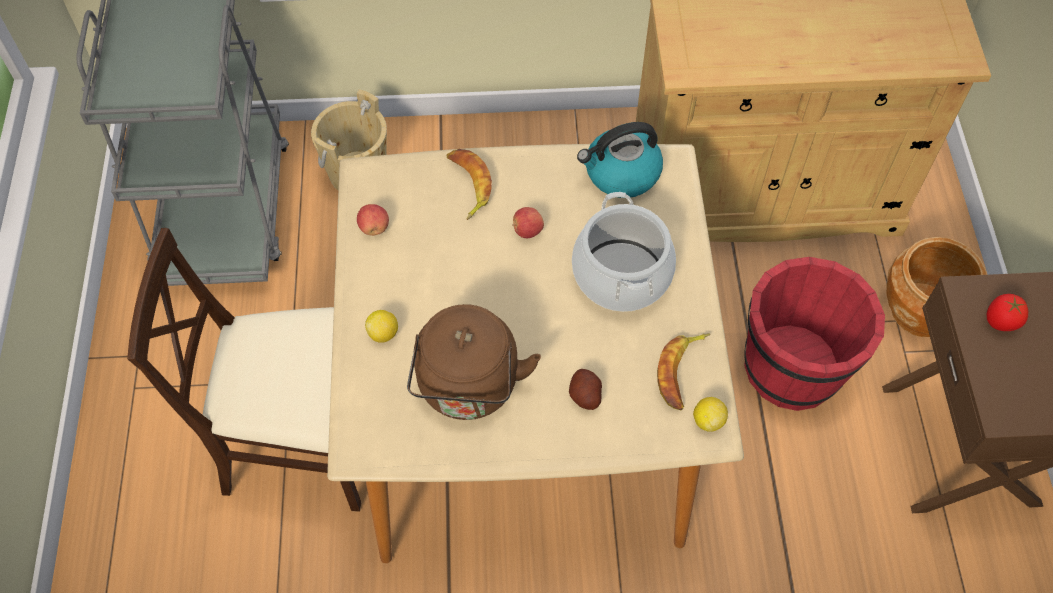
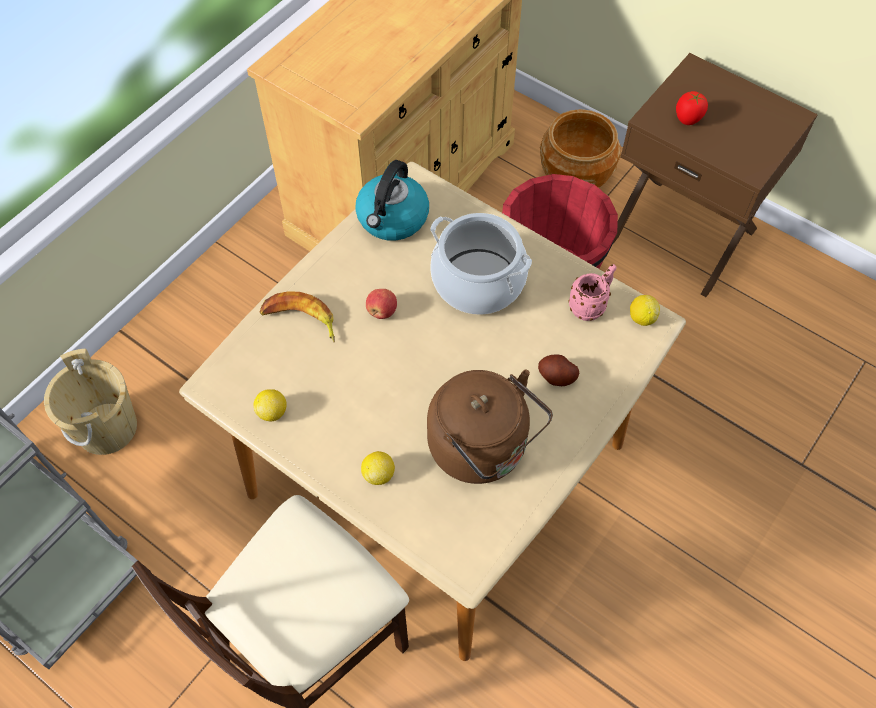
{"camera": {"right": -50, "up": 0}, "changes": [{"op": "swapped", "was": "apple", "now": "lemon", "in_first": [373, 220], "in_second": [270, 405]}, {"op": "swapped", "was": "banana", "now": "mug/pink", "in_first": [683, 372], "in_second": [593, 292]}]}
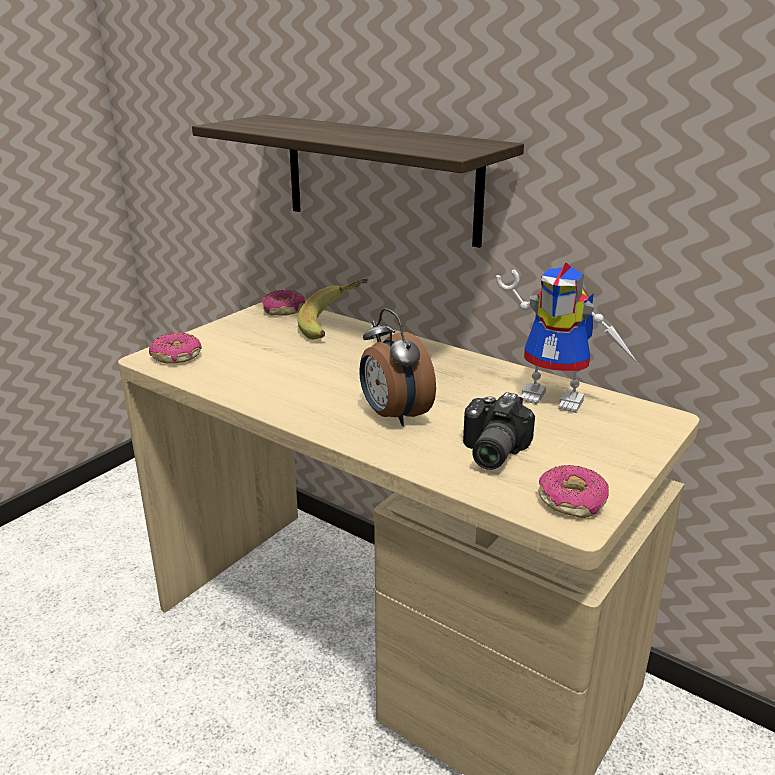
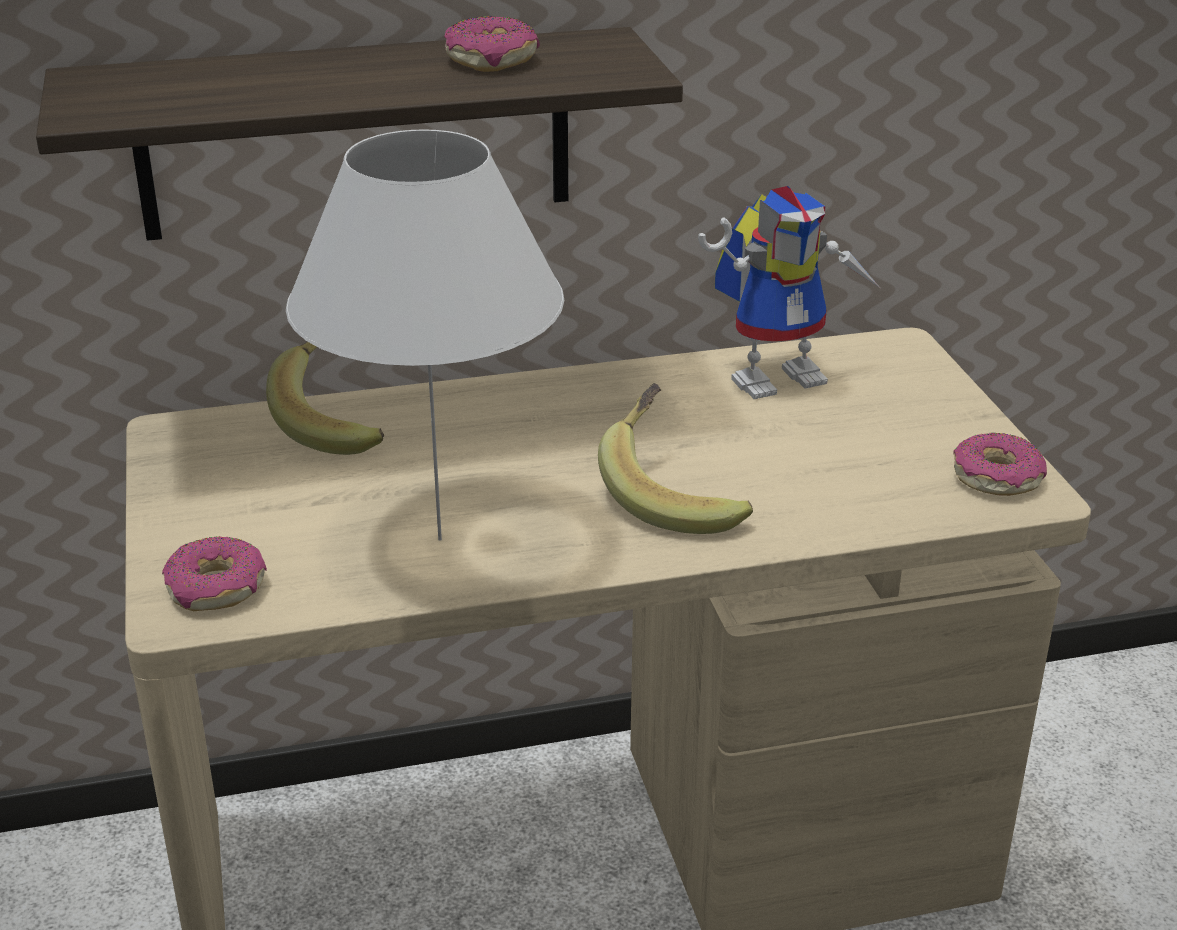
{"camera": {"right": -50, "up": 5}, "changes": [{"op": "new", "now": "table lamp/white", "in_second": [425, 335]}, {"op": "shifted", "was": "donut", "in_first": [283, 303], "in_second": [492, 44]}, {"op": "swapped", "was": "alarm clock", "now": "banana", "in_first": [397, 367], "in_second": [675, 458]}, {"op": "gone", "was": "photo camera", "in_first": [499, 431]}]}
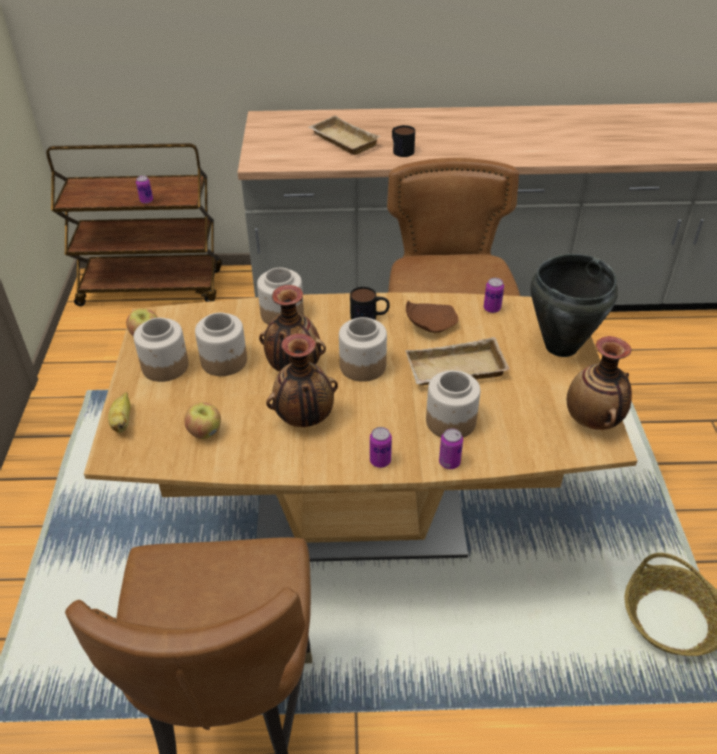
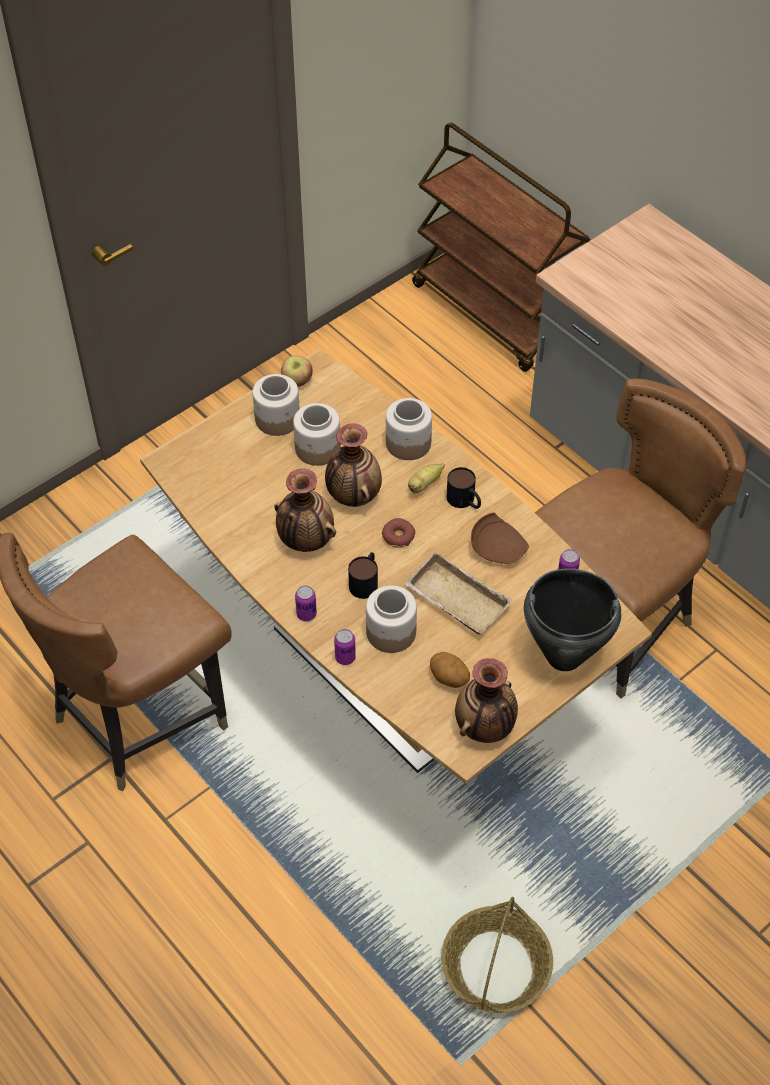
{"camera": {"right": 50, "up": 10}, "changes": [{"op": "shifted", "was": "mug", "in_first": [403, 141], "in_second": [363, 575]}, {"op": "swapped", "was": "jar", "now": "donut", "in_first": [363, 349], "in_second": [398, 533]}, {"op": "shifted", "was": "banana", "in_first": [119, 412], "in_second": [426, 478]}, {"op": "new", "now": "potato", "in_second": [450, 670]}, {"op": "gone", "was": "can", "in_first": [144, 190]}, {"op": "gone", "was": "apple", "in_first": [203, 420]}, {"op": "gone", "was": "tray/beige", "in_first": [344, 135]}]}
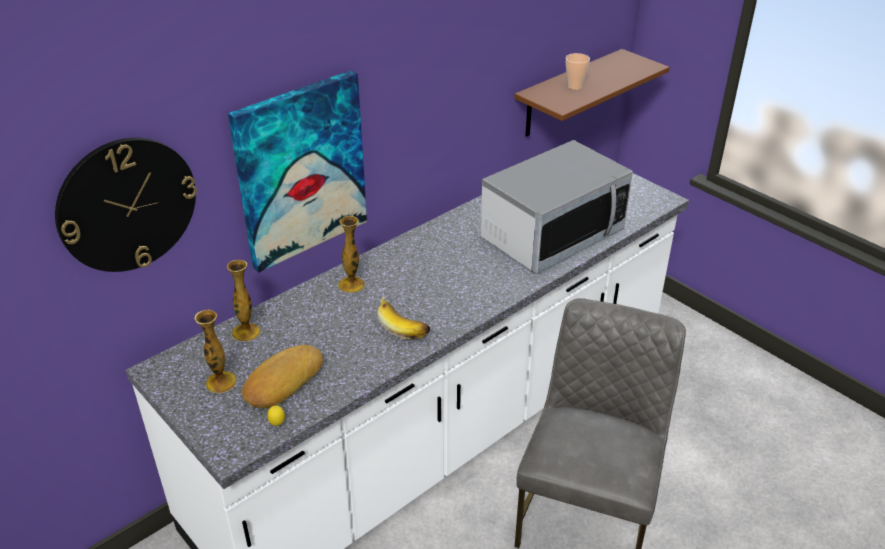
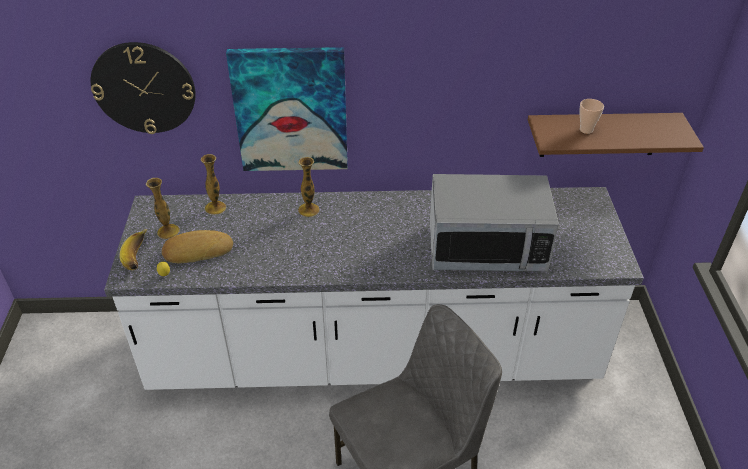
{"camera": {"right": 40, "up": 5}, "changes": [{"op": "shifted", "was": "banana", "in_first": [403, 318], "in_second": [133, 249]}]}
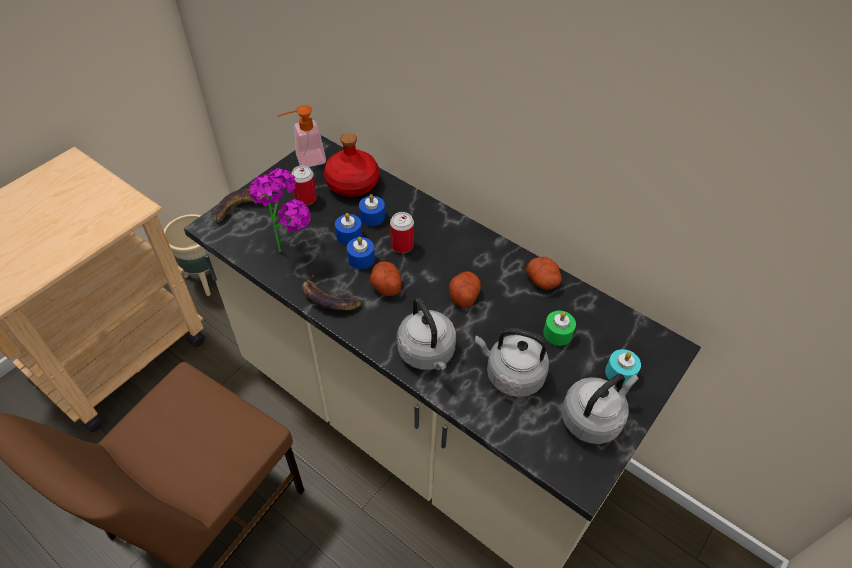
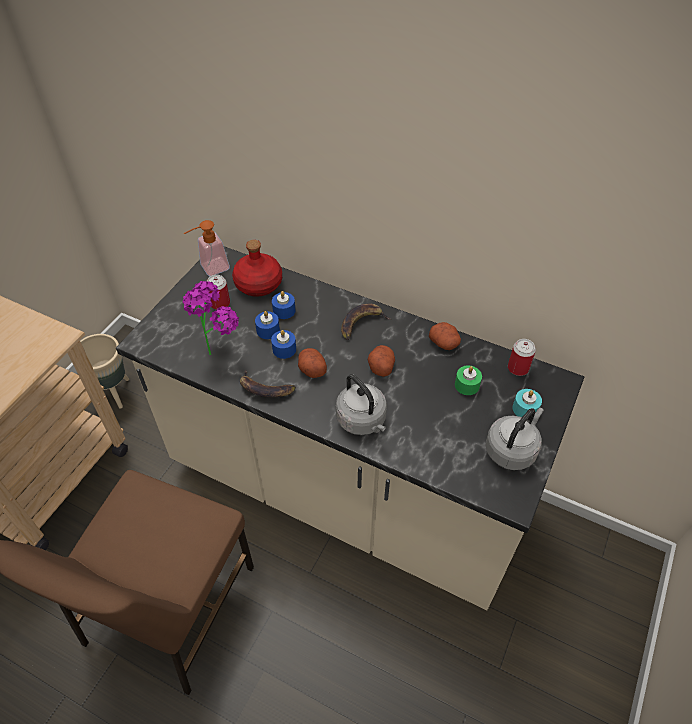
{"camera": {"right": -10, "up": 0}, "changes": [{"op": "shifted", "was": "banana", "in_first": [244, 206], "in_second": [366, 321]}, {"op": "shifted", "was": "can", "in_first": [402, 232], "in_second": [522, 357]}, {"op": "gone", "was": "kettle/grey", "in_first": [512, 362]}]}
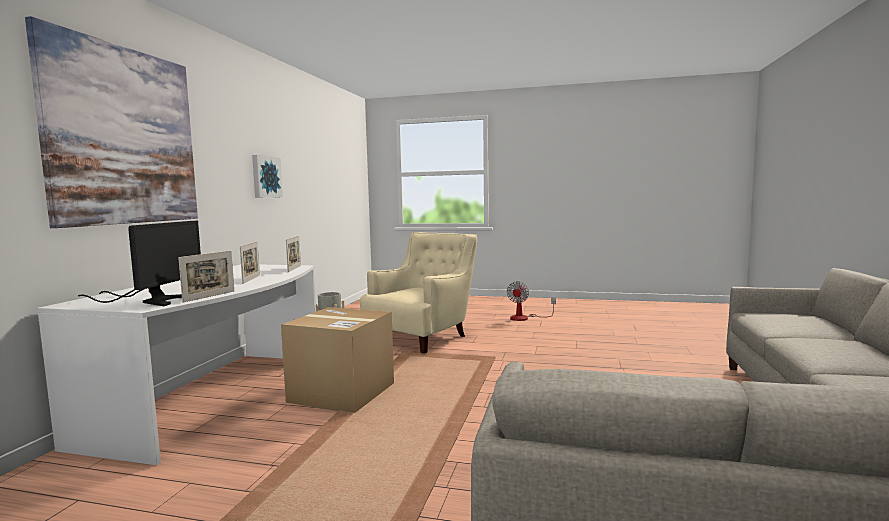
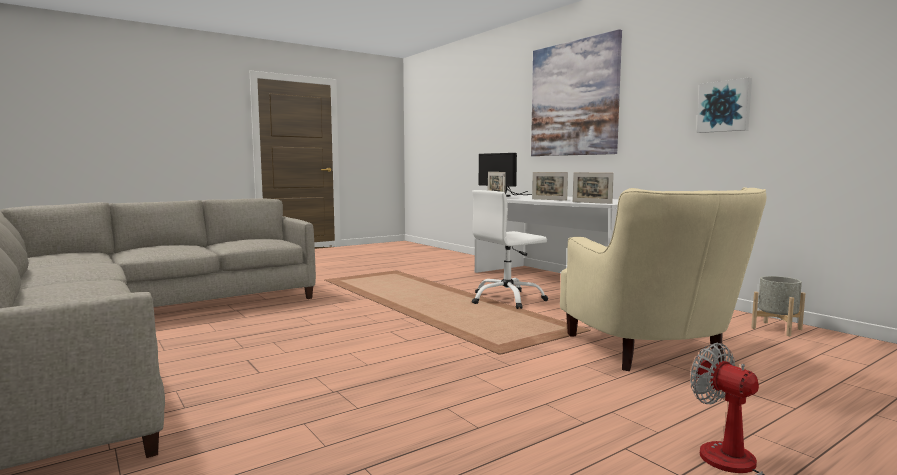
{"camera": {"right": 130, "up": 0}, "changes": [{"op": "swapped", "was": "cardboard box", "now": "office chair/white", "in_first": [337, 360], "in_second": [510, 249]}]}
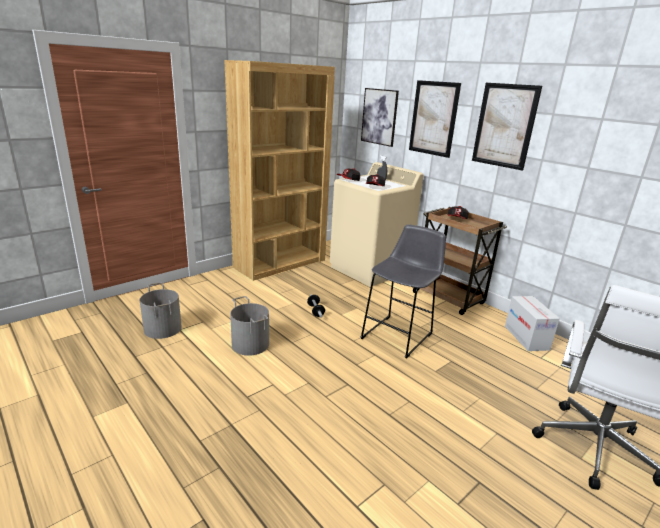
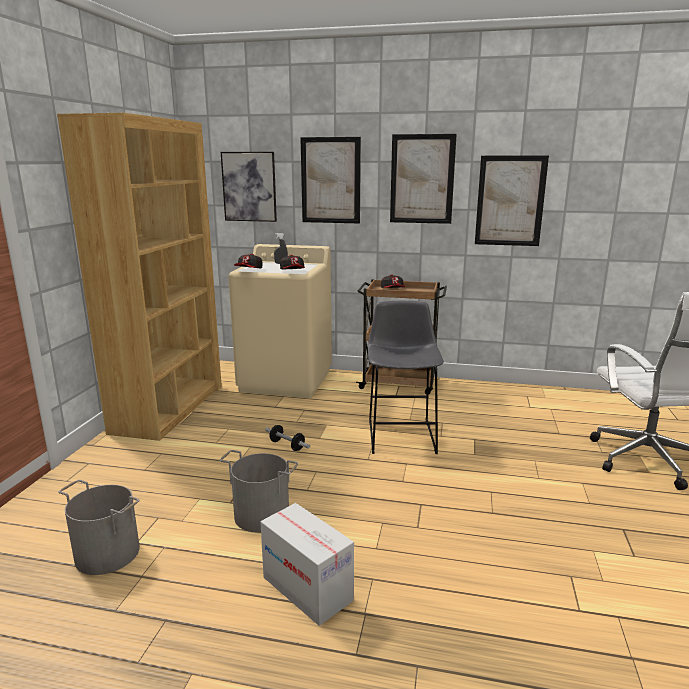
{"camera": {"right": -35, "up": -5}, "changes": [{"op": "shifted", "was": "cardboard box", "in_first": [532, 323], "in_second": [307, 564]}, {"op": "new", "now": "picture", "in_second": [512, 201]}]}
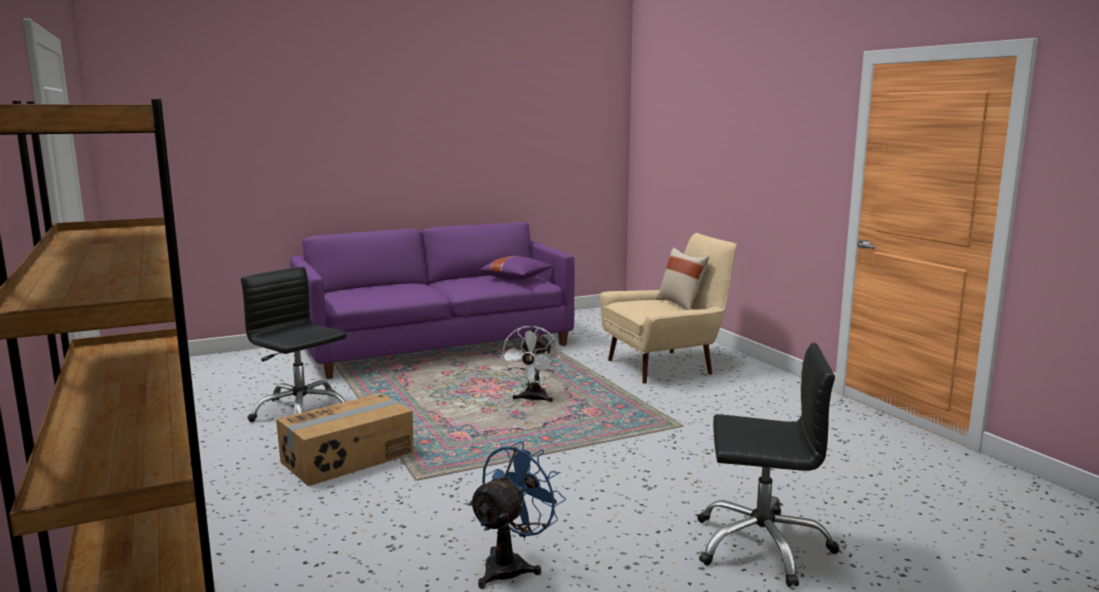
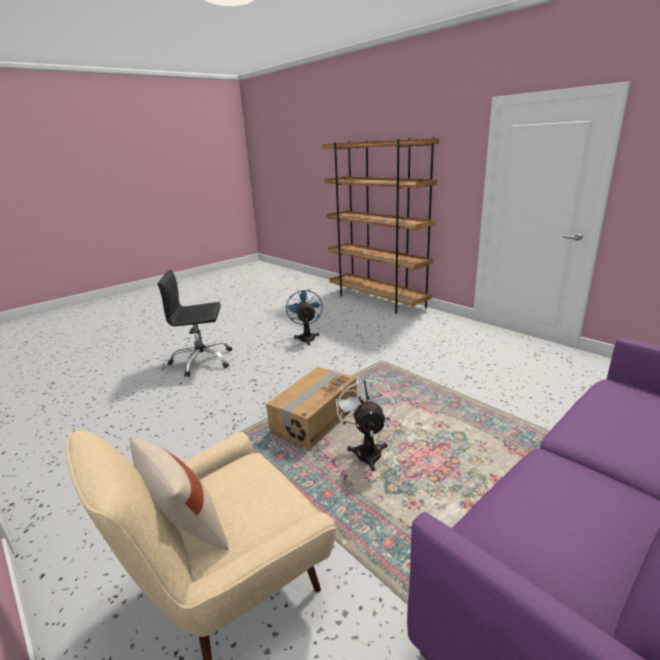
{"camera": {"right": 165, "up": 10}, "changes": [{"op": "shifted", "was": "cardboard box", "in_first": [344, 439], "in_second": [311, 408]}, {"op": "rotated", "was": "fan/blue", "in_first": [517, 515], "in_second": [304, 317], "clockwise": 150}, {"op": "gone", "was": "office chair/black", "in_first": [294, 344]}, {"op": "gone", "was": "pillow/purple", "in_first": [516, 268]}]}
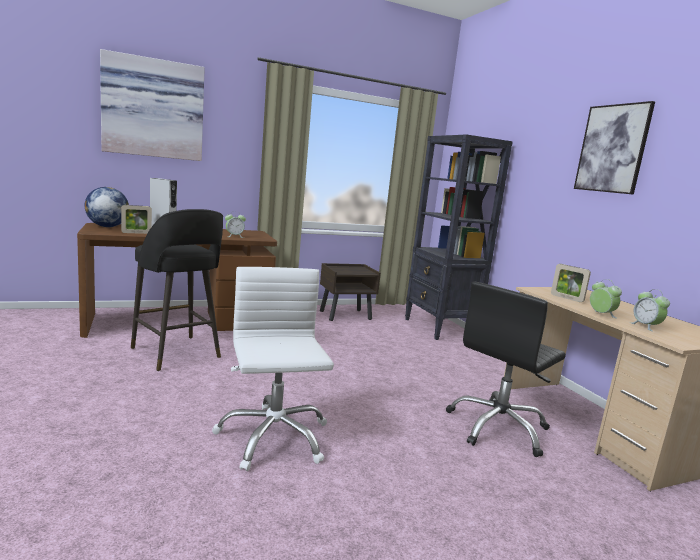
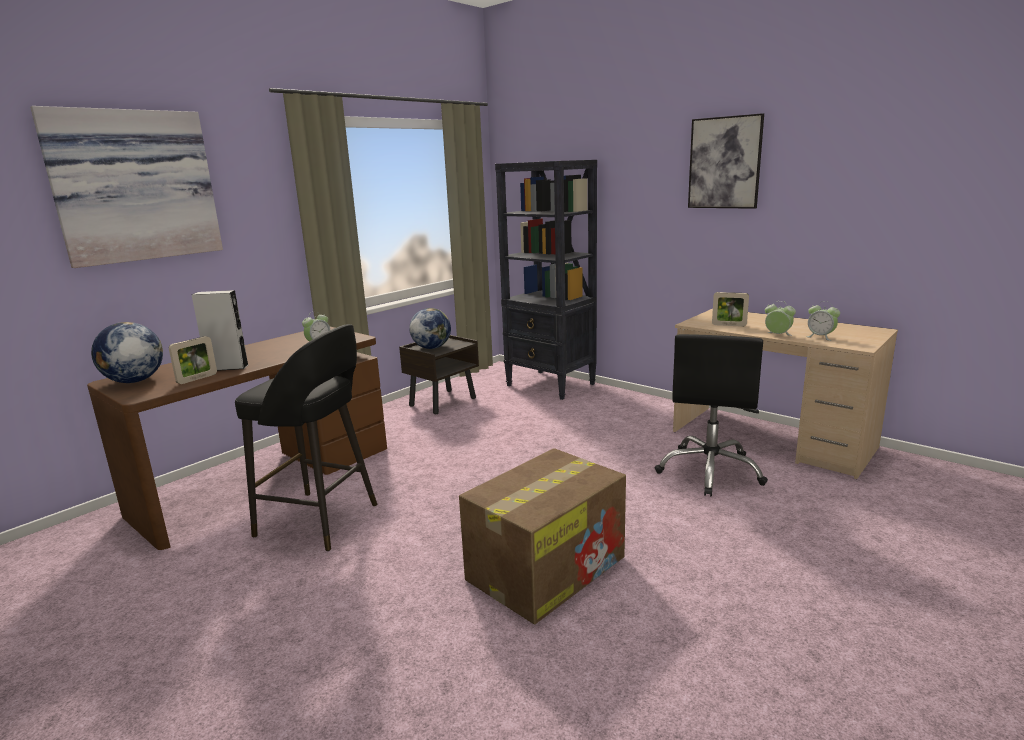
{"camera": {"right": -25, "up": 5}, "changes": [{"op": "new", "now": "globe", "in_second": [430, 328]}, {"op": "swapped", "was": "office chair/white", "now": "cardboard box", "in_first": [273, 369], "in_second": [542, 536]}]}
